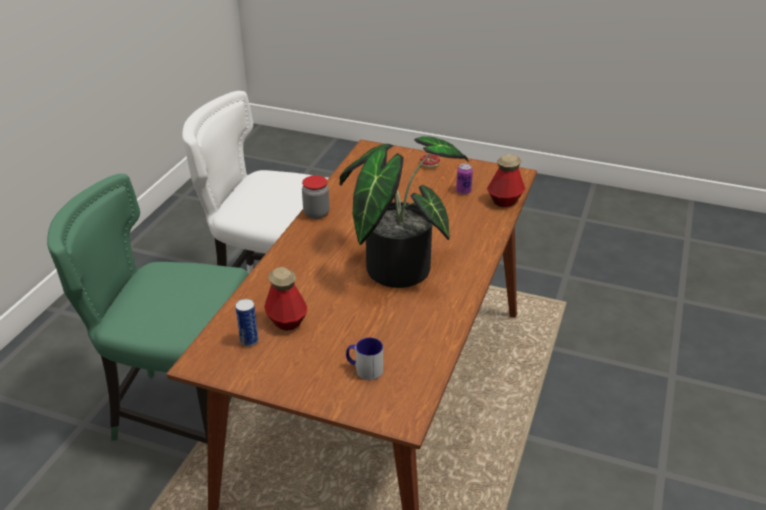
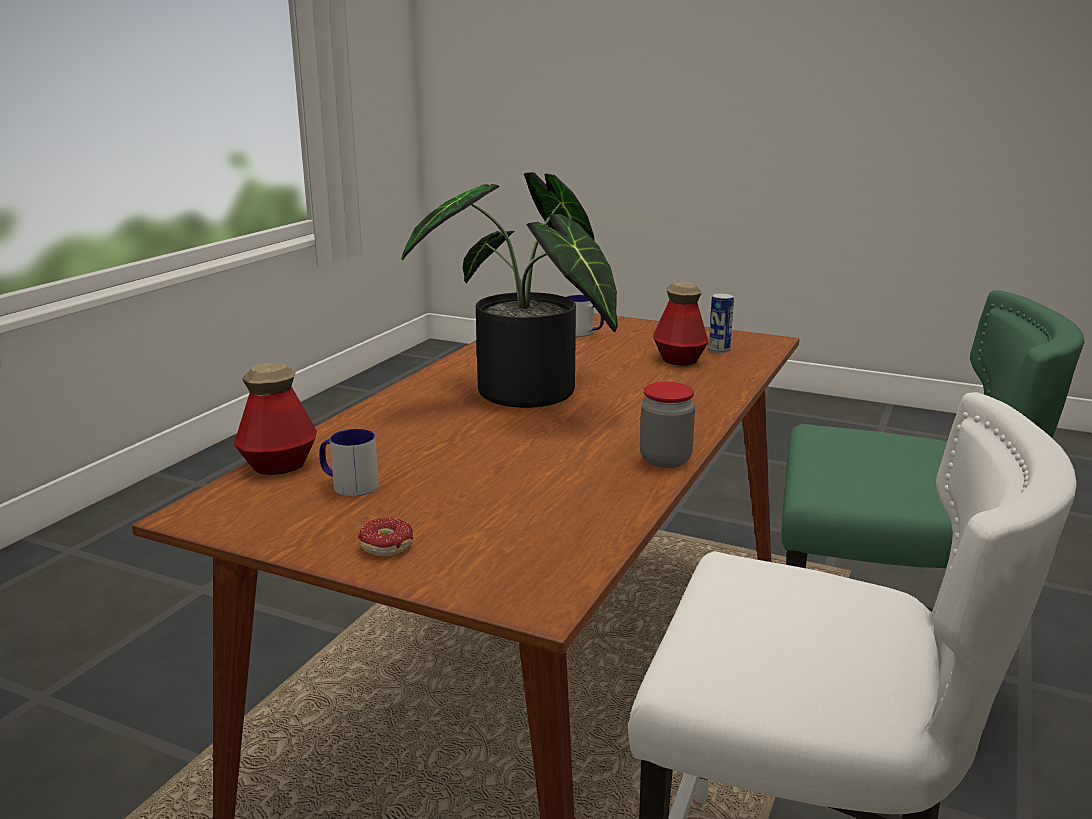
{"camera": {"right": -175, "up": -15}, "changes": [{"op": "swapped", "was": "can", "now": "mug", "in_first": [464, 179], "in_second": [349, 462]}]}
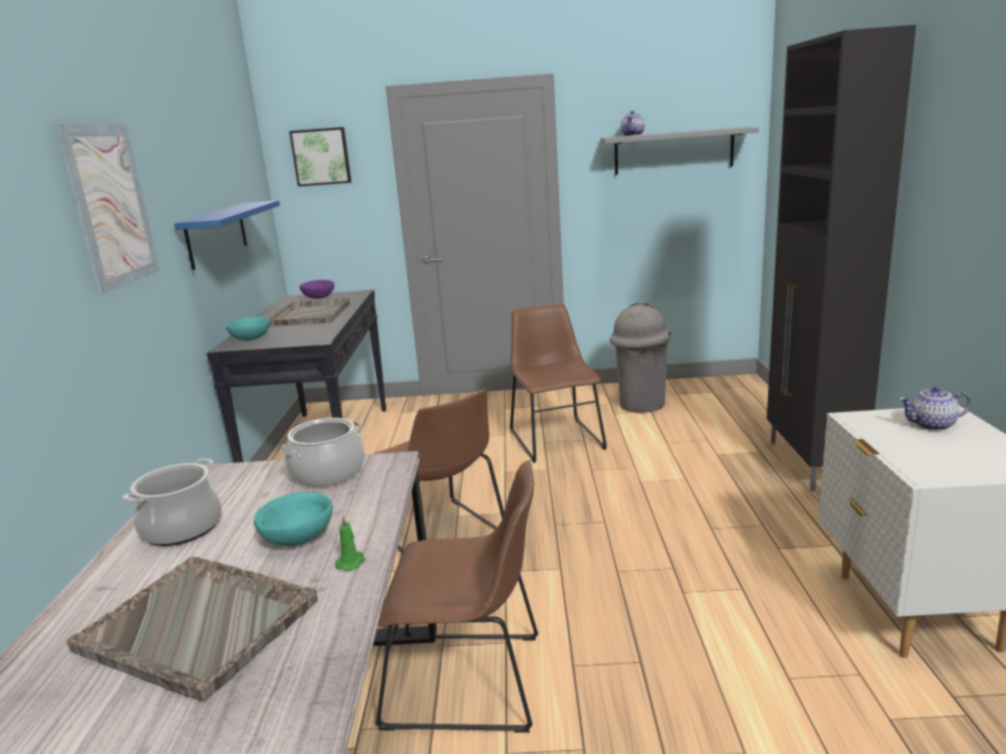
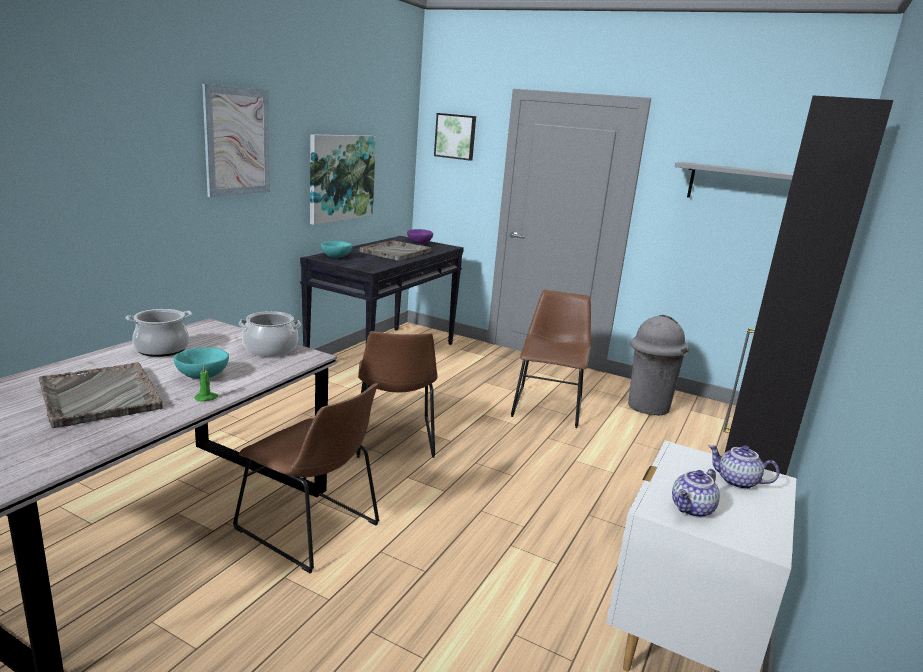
{"camera": {"right": 25, "up": 0}, "changes": [{"op": "swapped", "was": "shelf/blue", "now": "picture", "in_first": [227, 235], "in_second": [343, 179]}, {"op": "shifted", "was": "teapot", "in_first": [633, 123], "in_second": [696, 493]}]}
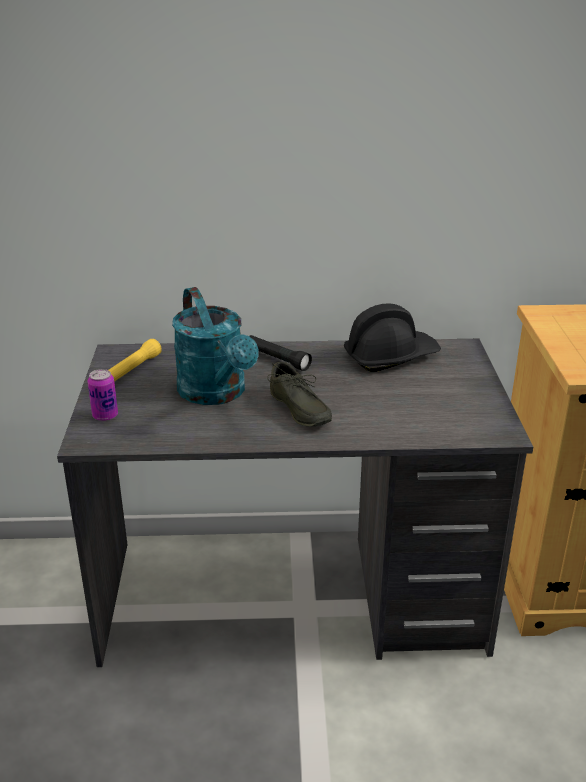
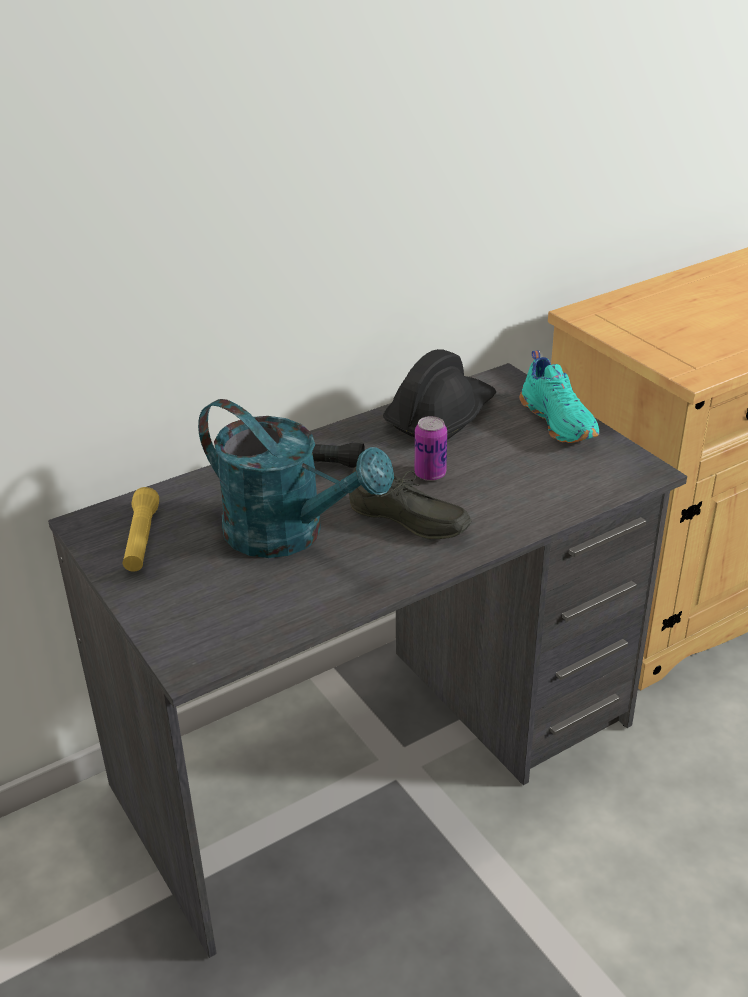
{"camera": {"right": -30, "up": 5}, "changes": [{"op": "shifted", "was": "can", "in_first": [102, 395], "in_second": [431, 448]}, {"op": "new", "now": "shoe/turquoise", "in_second": [559, 396]}]}
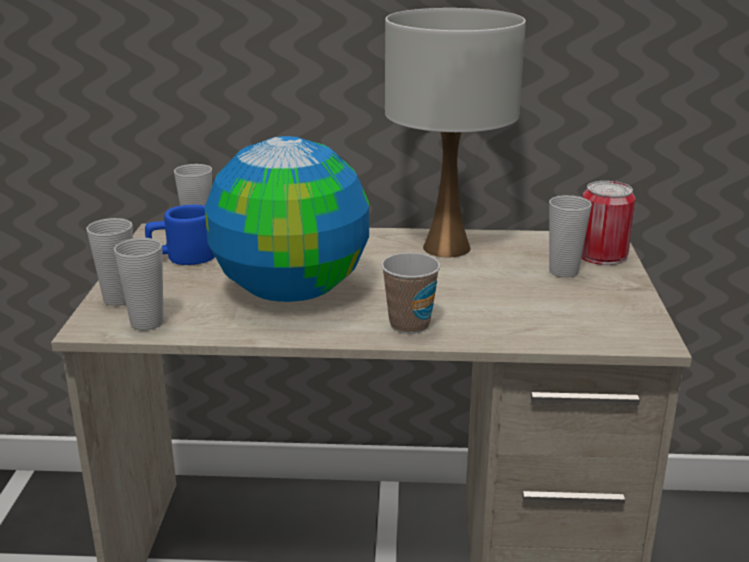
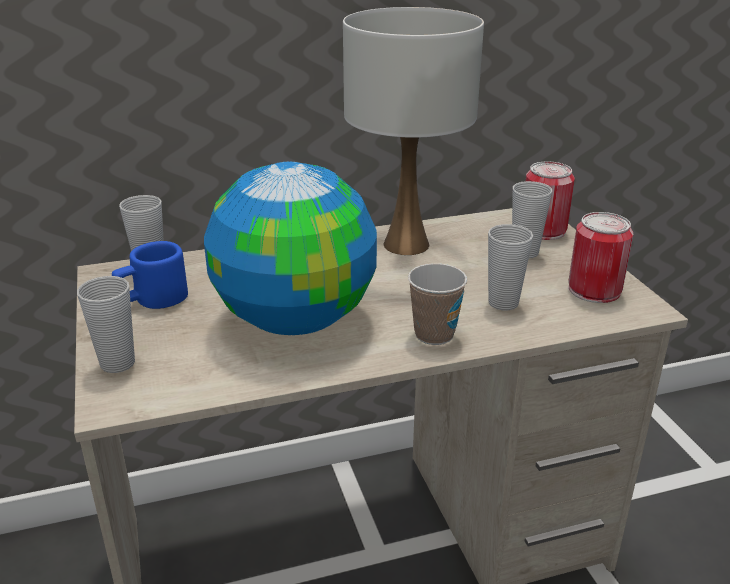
{"camera": {"right": -20, "up": 5}, "changes": [{"op": "shifted", "was": "cup", "in_first": [139, 284], "in_second": [510, 267]}, {"op": "new", "now": "can", "in_second": [600, 257]}]}
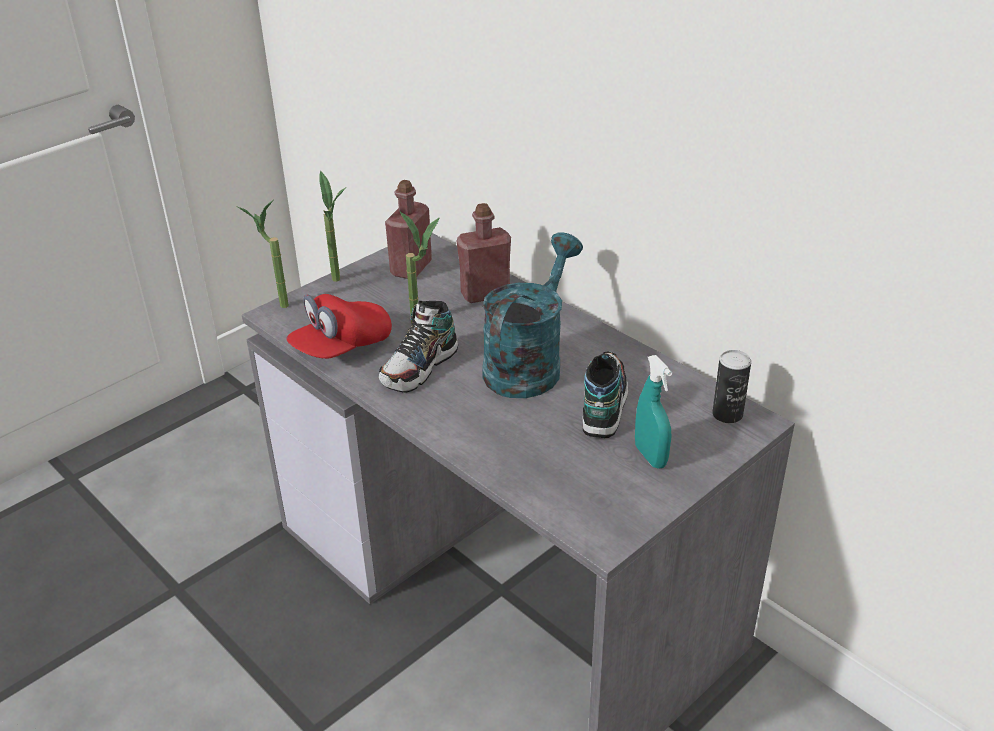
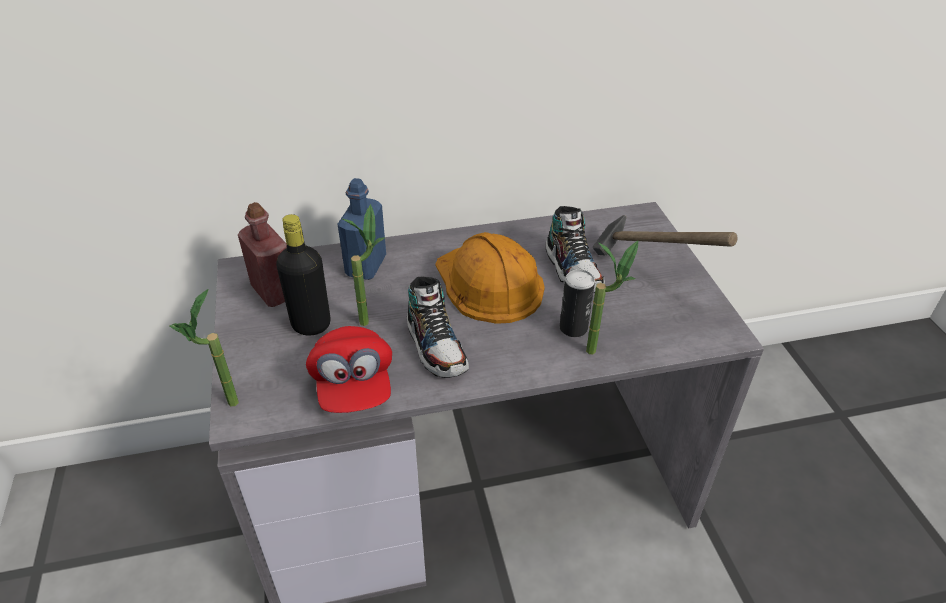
{"camera": {"right": -60, "up": 5}, "changes": [{"op": "new", "now": "bottle/black", "in_second": [303, 274]}, {"op": "repainted", "was": "bottle/red", "now": "bottle/blue", "in_first": [483, 253], "in_second": [362, 229]}, {"op": "swapped", "was": "watering can/turquoise", "now": "hard hat/orange", "in_first": [532, 315], "in_second": [490, 278]}, {"op": "rotated", "was": "shoe", "in_first": [605, 395], "in_second": [575, 249], "clockwise": -150}, {"op": "shifted", "was": "can", "in_first": [731, 386], "in_second": [577, 303]}, {"op": "shifted", "was": "potted plant", "in_first": [332, 226], "in_second": [612, 297]}, {"op": "swapped", "was": "spray bottle/turquoise", "now": "hammer", "in_first": [653, 412], "in_second": [665, 235]}]}
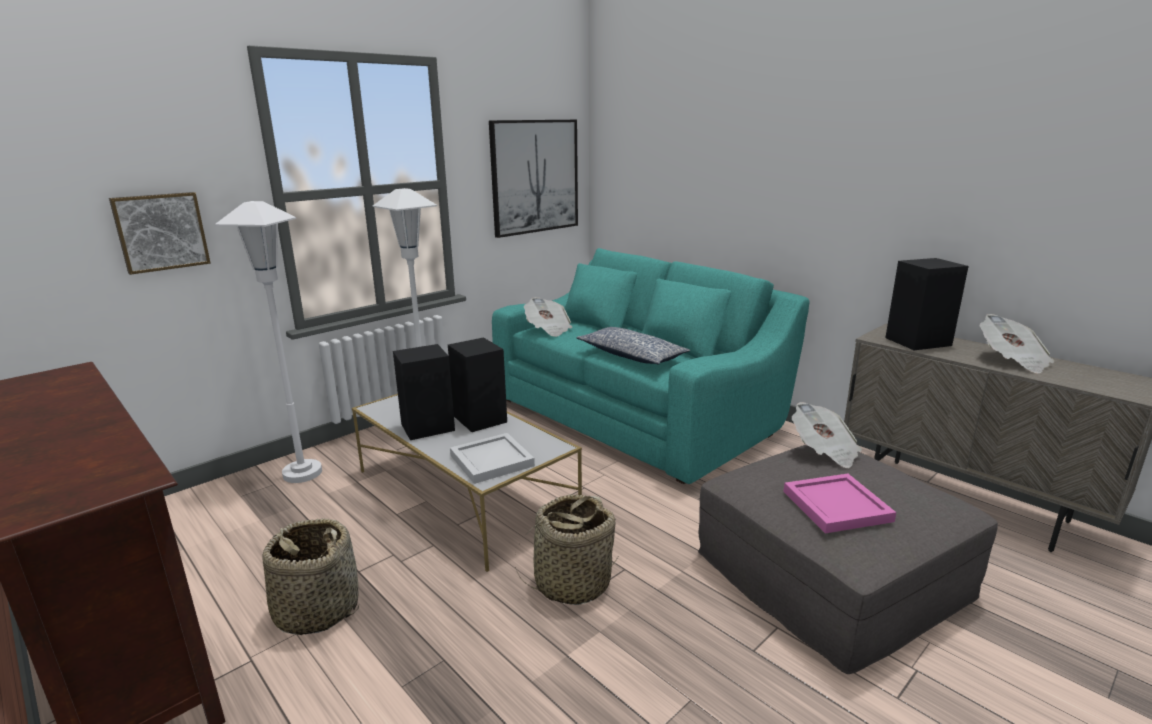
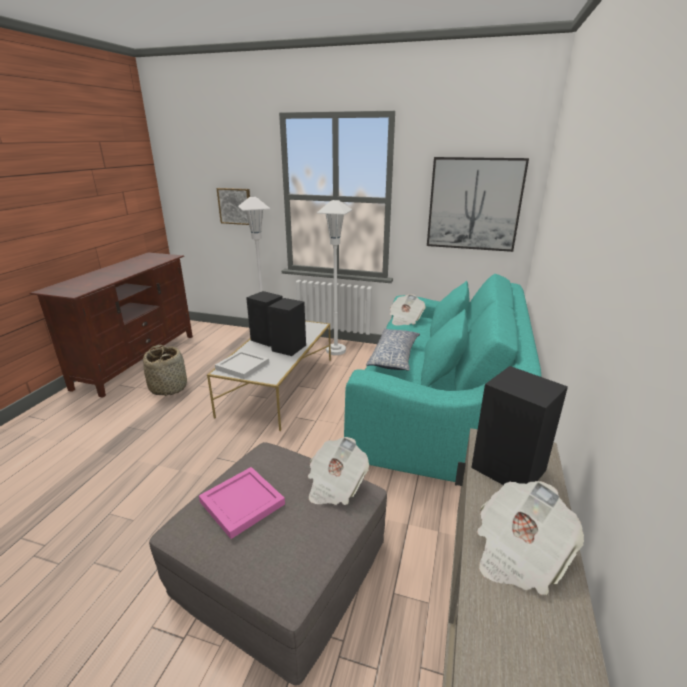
{"camera": {"right": 60, "up": 5}, "changes": [{"op": "gone", "was": "basket", "in_first": [567, 549]}]}
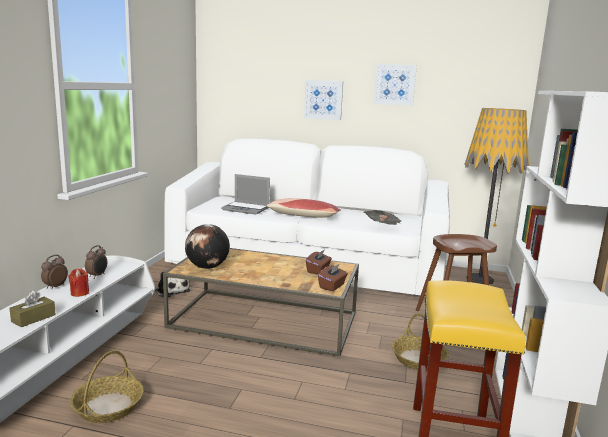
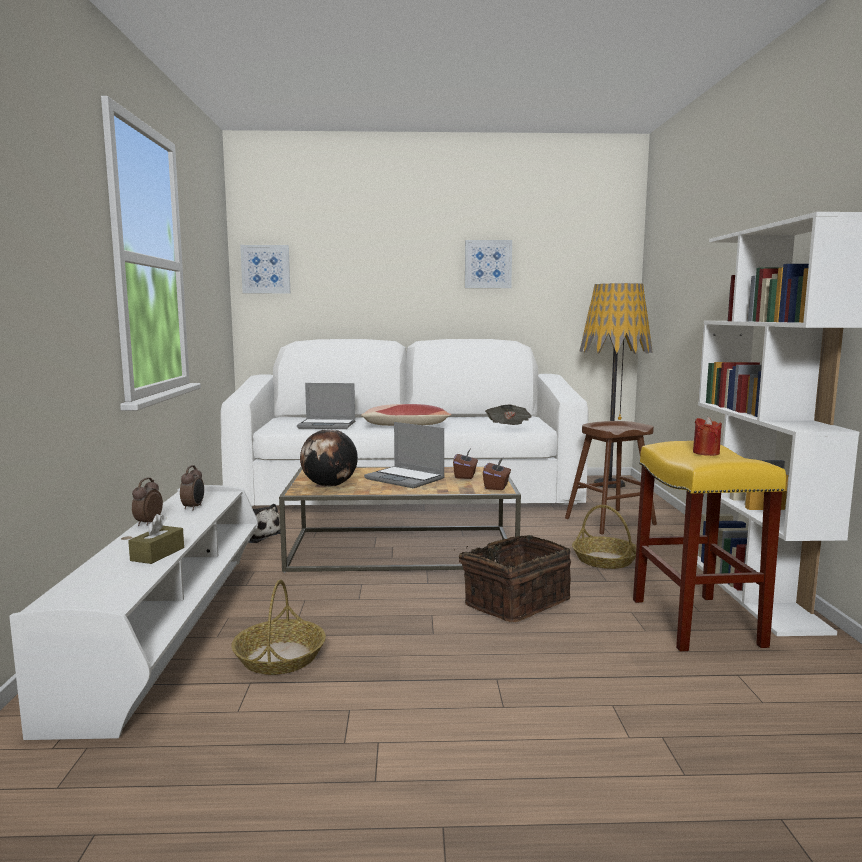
{"camera": {"right": -15, "up": -5}, "changes": [{"op": "shifted", "was": "picture", "in_first": [323, 100], "in_second": [265, 269]}, {"op": "new", "now": "laptop", "in_second": [404, 455]}, {"op": "new", "now": "basket", "in_second": [512, 578]}, {"op": "shifted", "was": "candle/red", "in_first": [78, 283], "in_second": [707, 436]}]}
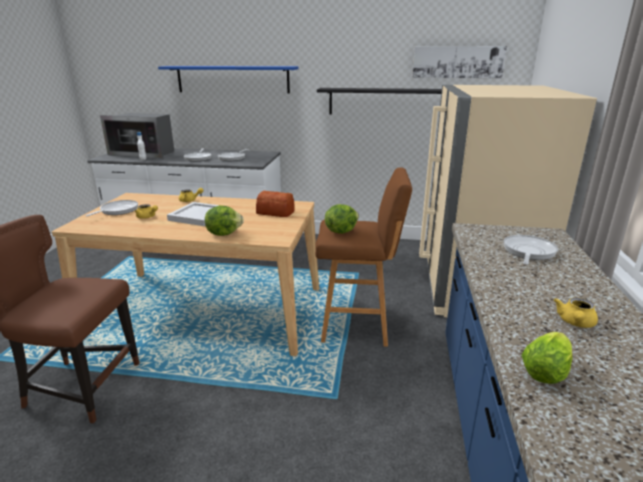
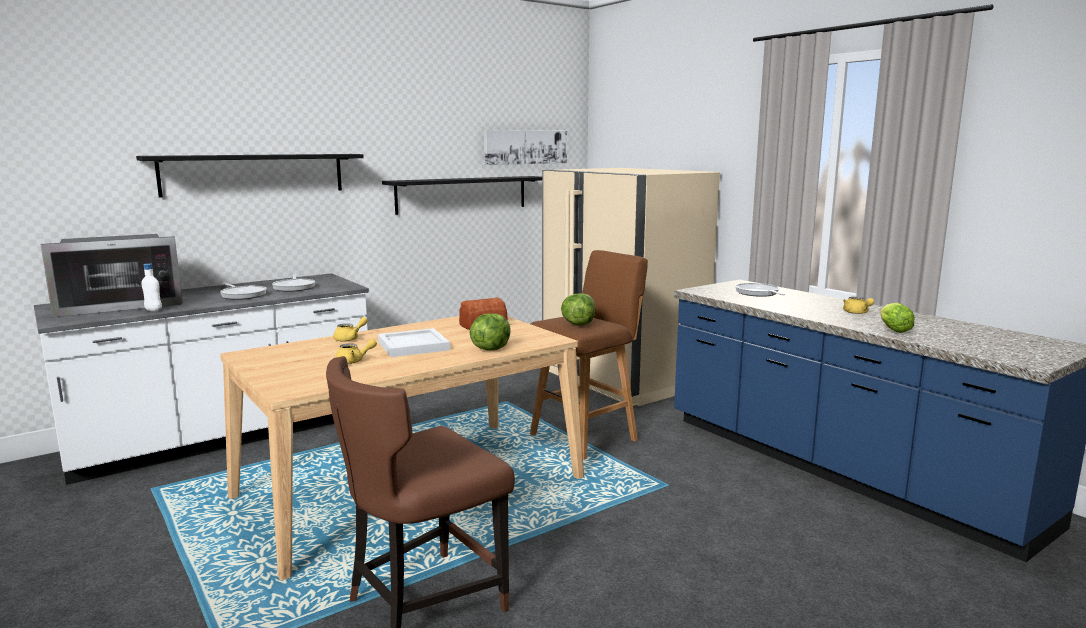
{"camera": {"right": -45, "up": -10}, "changes": [{"op": "repainted", "was": "shelf/blue", "now": "shelf/black", "in_first": [228, 79], "in_second": [250, 176]}, {"op": "gone", "was": "frying pan", "in_first": [111, 208]}]}
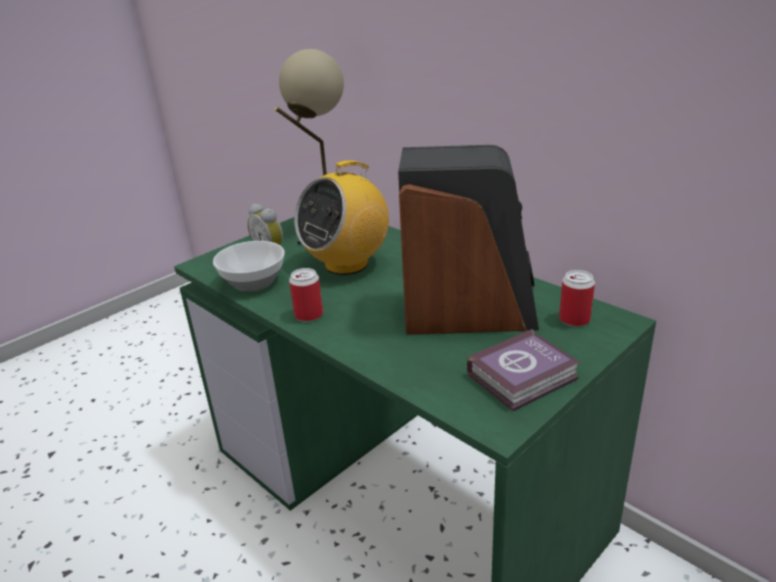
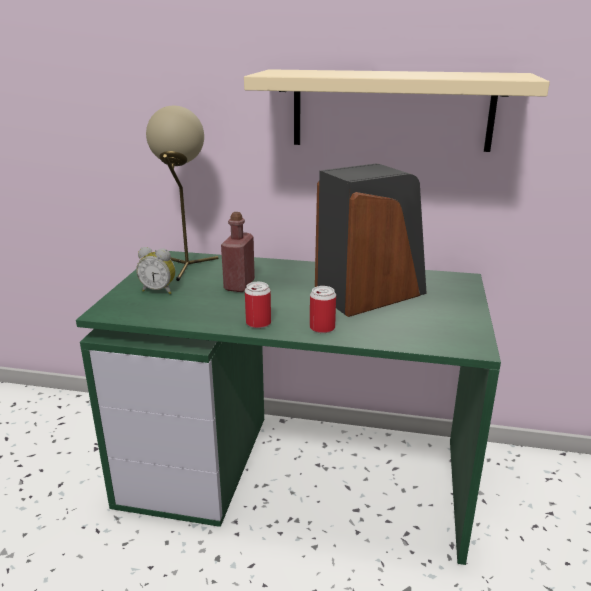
{"camera": {"right": -35, "up": -5}, "changes": [{"op": "swapped", "was": "radio", "now": "bottle/red", "in_first": [341, 217], "in_second": [238, 252]}, {"op": "new", "now": "shelf/beige", "in_second": [397, 110]}, {"op": "shifted", "was": "can", "in_first": [577, 298], "in_second": [323, 309]}, {"op": "gone", "was": "bowl", "in_first": [249, 266]}, {"op": "gone", "was": "book", "in_first": [524, 370]}]}
